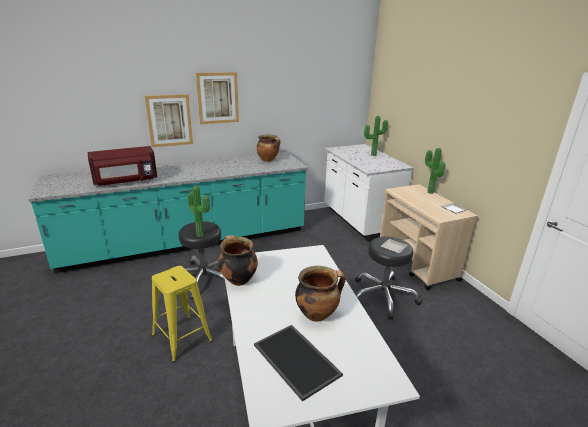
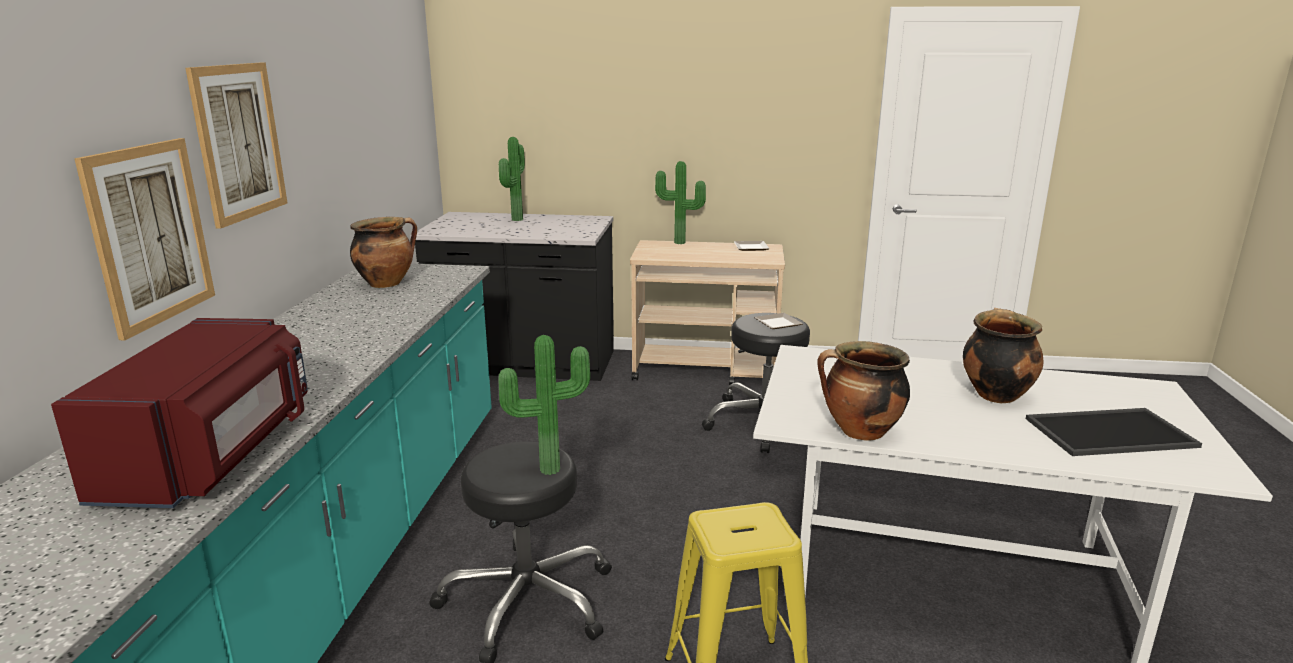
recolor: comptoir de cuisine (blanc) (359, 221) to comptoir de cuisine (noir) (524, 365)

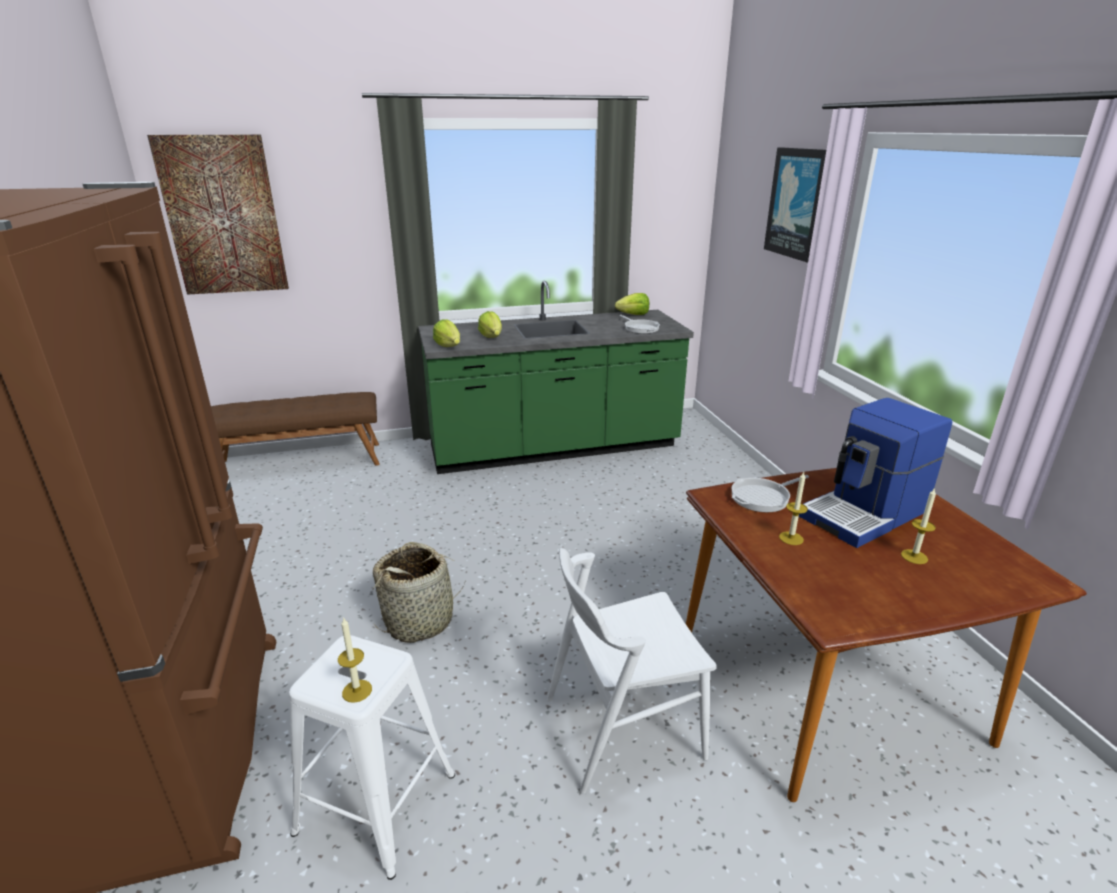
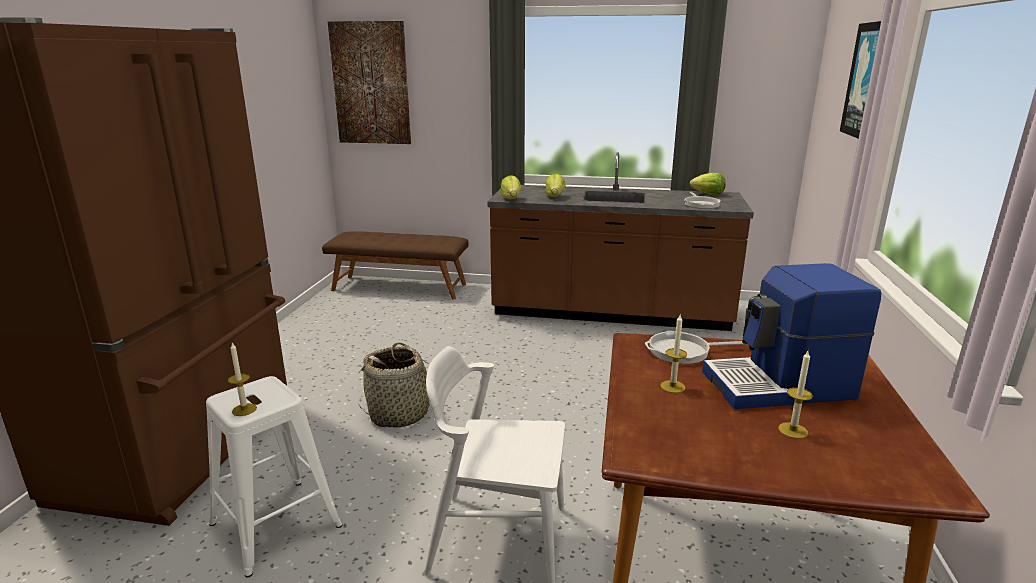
recolor: comptoir de cuisine (vert) (554, 448) to comptoir de cuisine (marron) (610, 313)

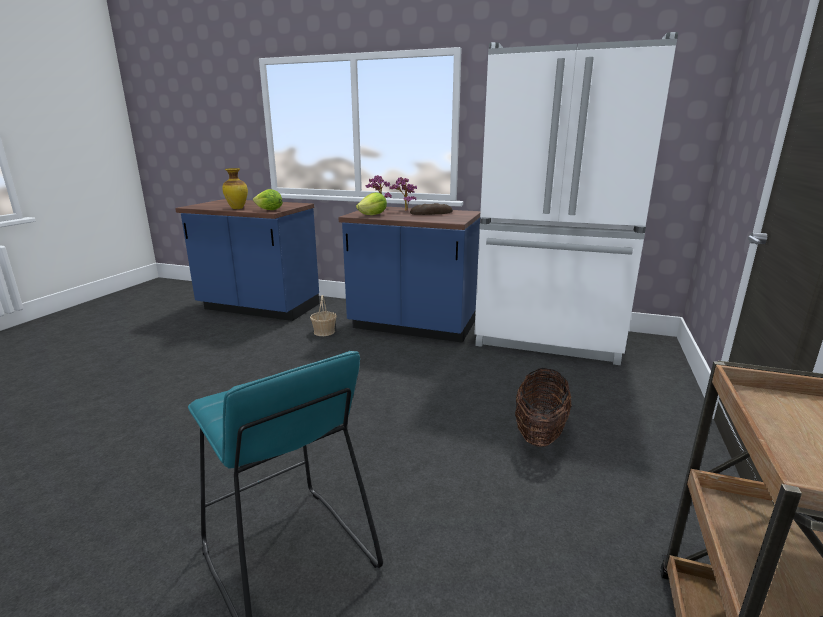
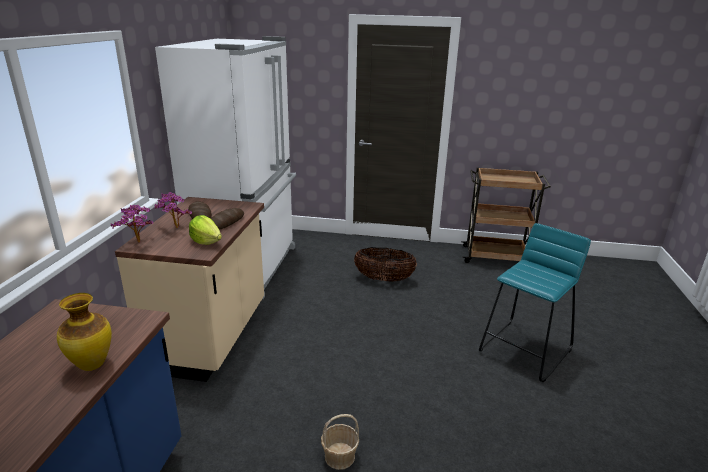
delete: laitue (269, 210)
insert: pain (226, 222)
move: panier (324, 332) to (339, 456)
recolor: comptoir de cuisine (bleu) (412, 327) to comptoir de cuisine (beige) (211, 337)

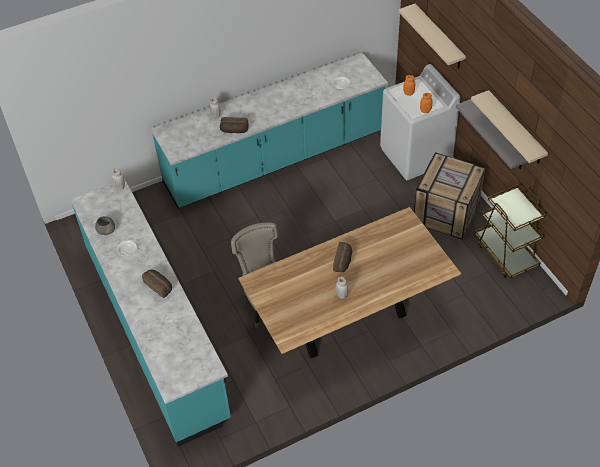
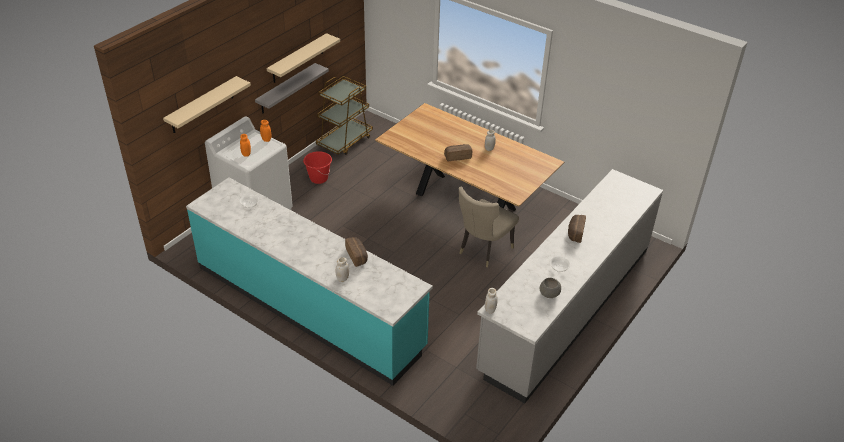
replace: caisse (447, 213) to seau (rouge) (318, 178)
recolor: comptoir de cuisine (turquoise) (156, 330) to comptoir de cuisine (gris) (566, 307)

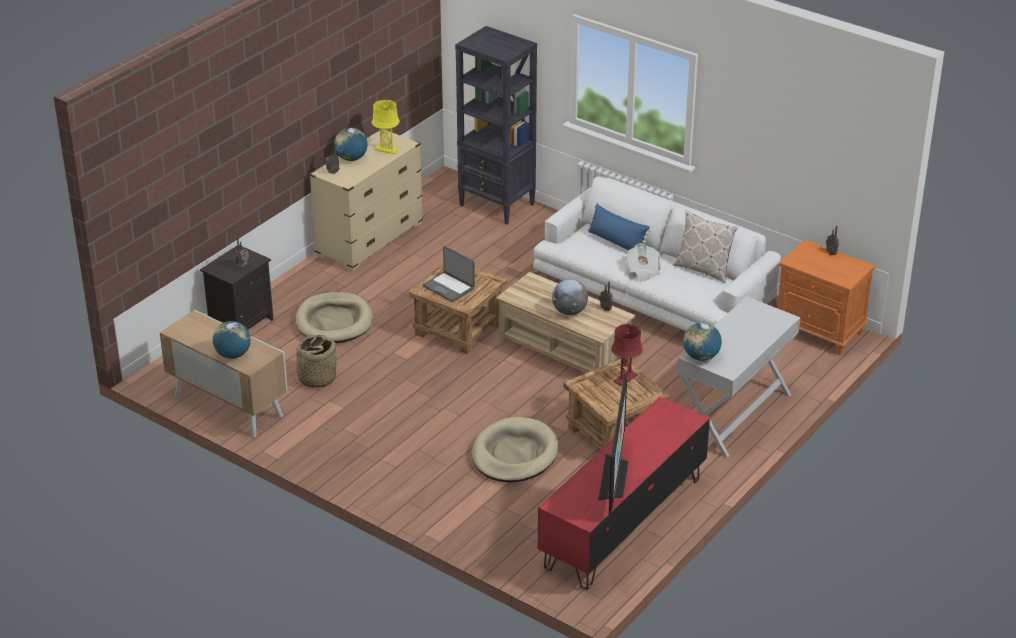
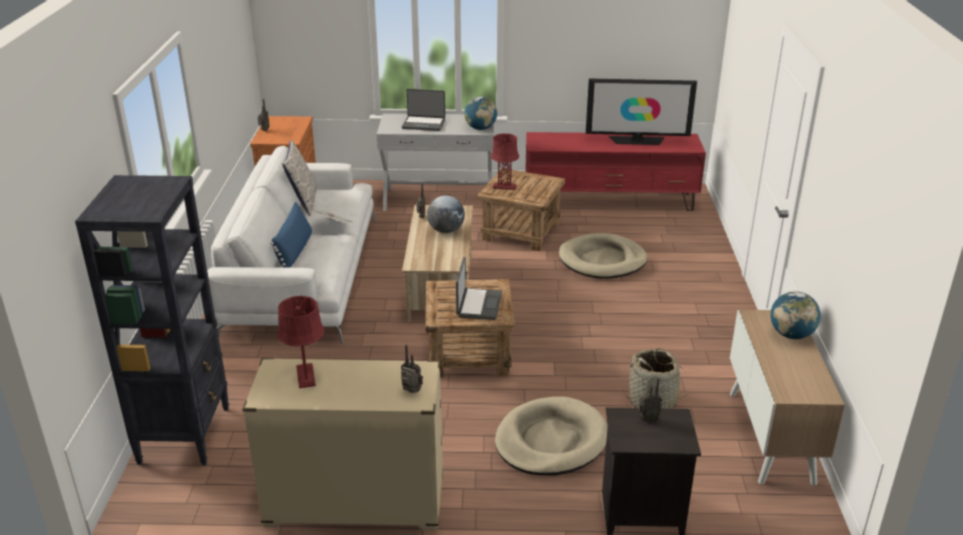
delete: globe (351, 158)
insert: ordinateur portable (424, 124)
recolor: lampe de table (jaune) (387, 150) to lampe de table (rouge) (305, 376)
rotate: téléviseur (613, 478) = (637, 140) 150 degrees counterclockwise

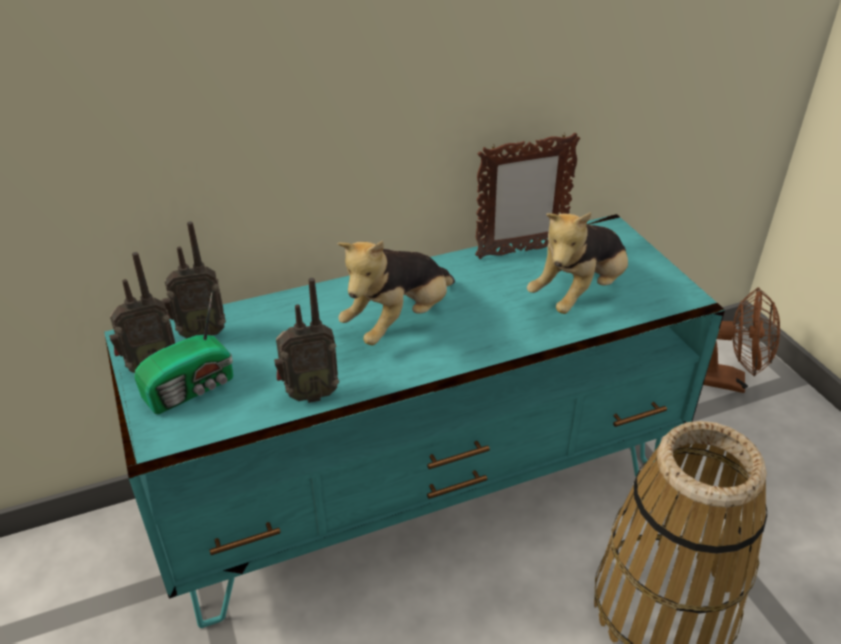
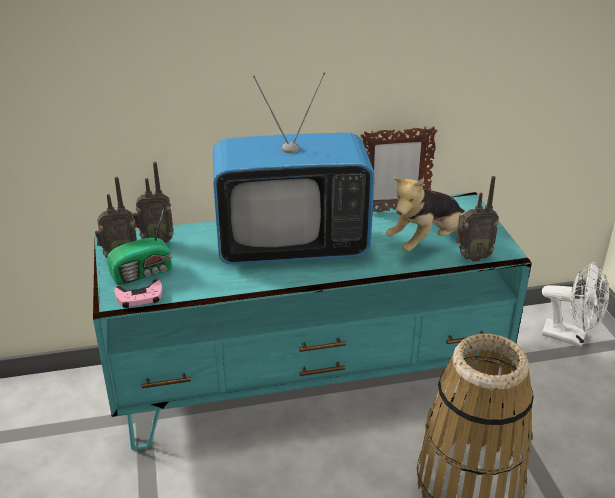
insert: manette (rose) (139, 297)
move: radio (309, 394) to (471, 257)
replace: peluche (399, 321) to téléviseur (292, 247)
recolor: ventilateur (marron) (728, 381) to ventilateur (blanc) (570, 337)

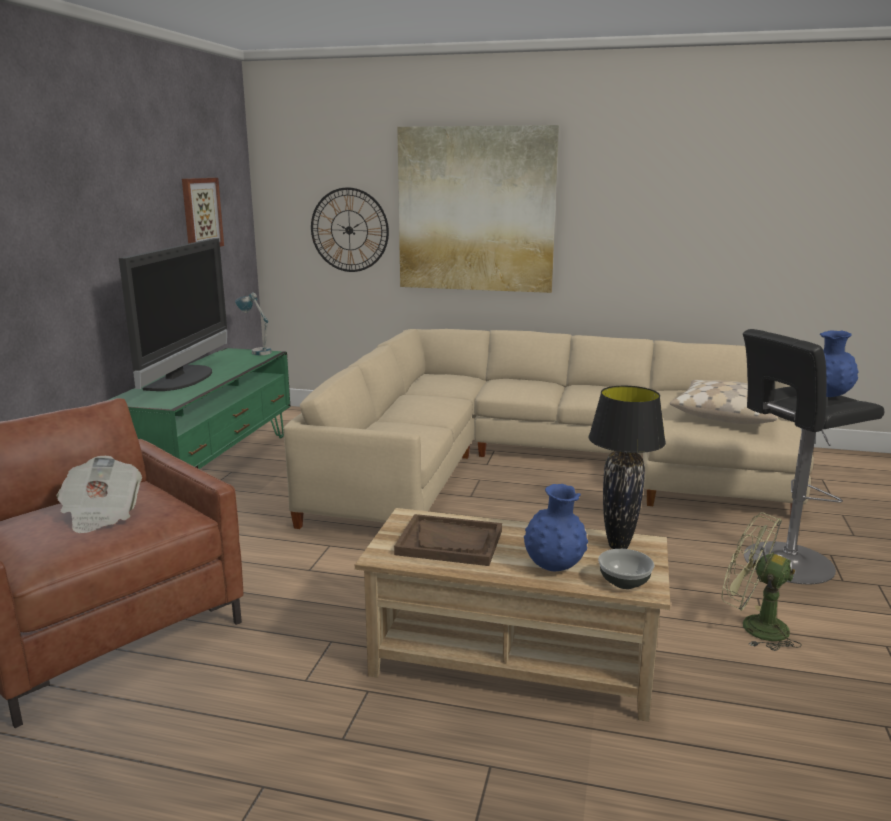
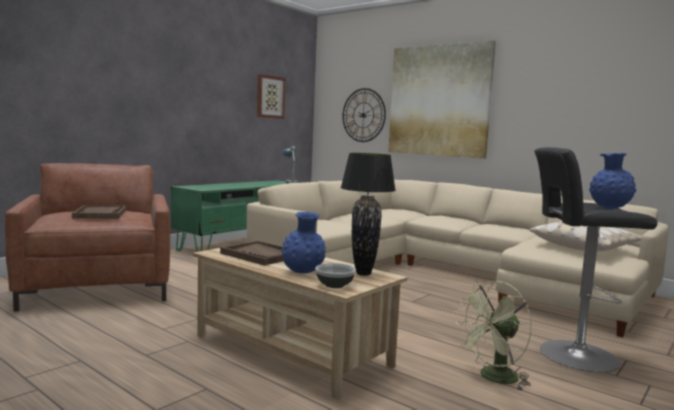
delete: téléviseur (184, 379)
replace: journal (101, 514) to plateau (marron) (100, 214)
rotate: ventilateur (vert) (753, 626) = (493, 379) 90 degrees counterclockwise

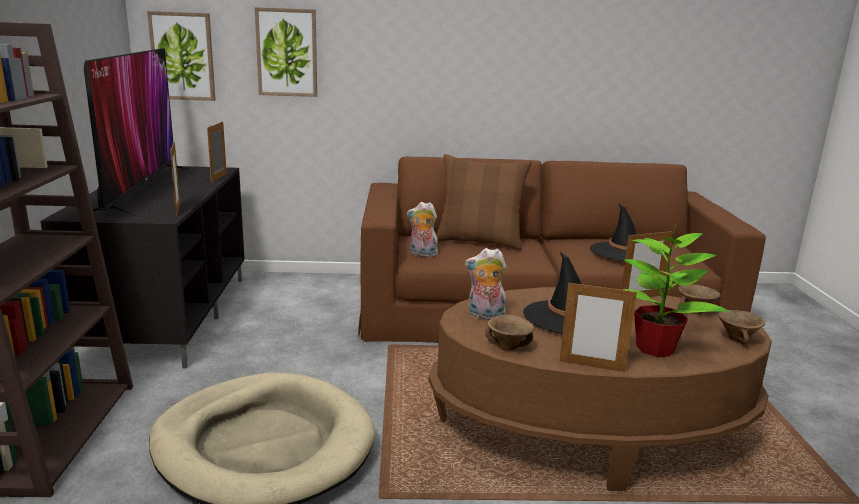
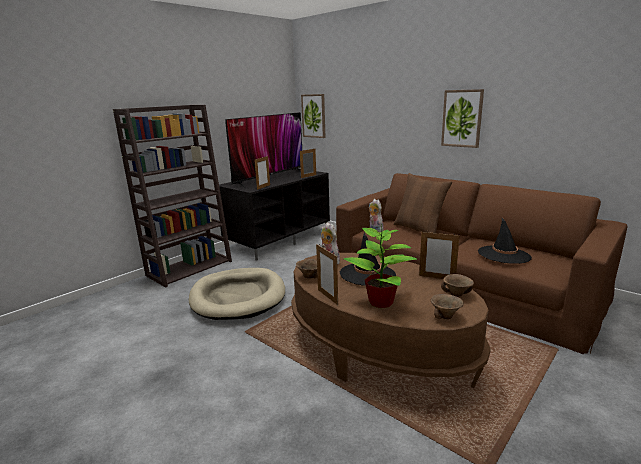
move: tableau (287, 52) to (462, 118)

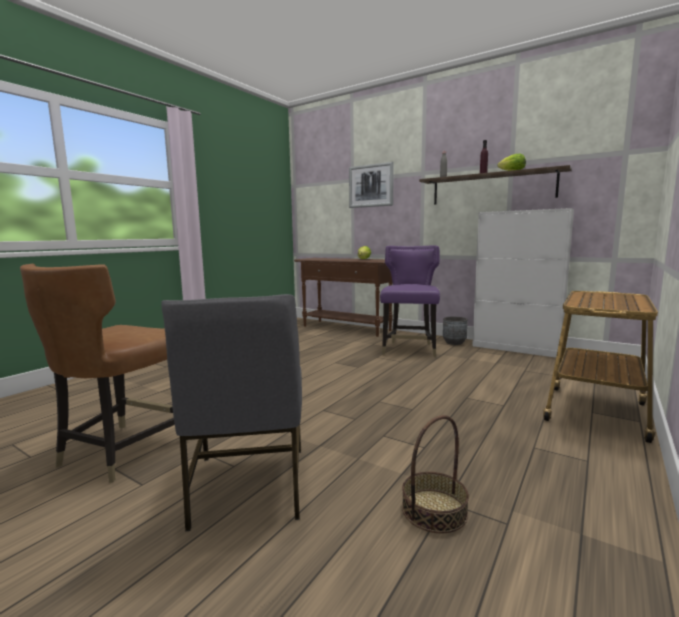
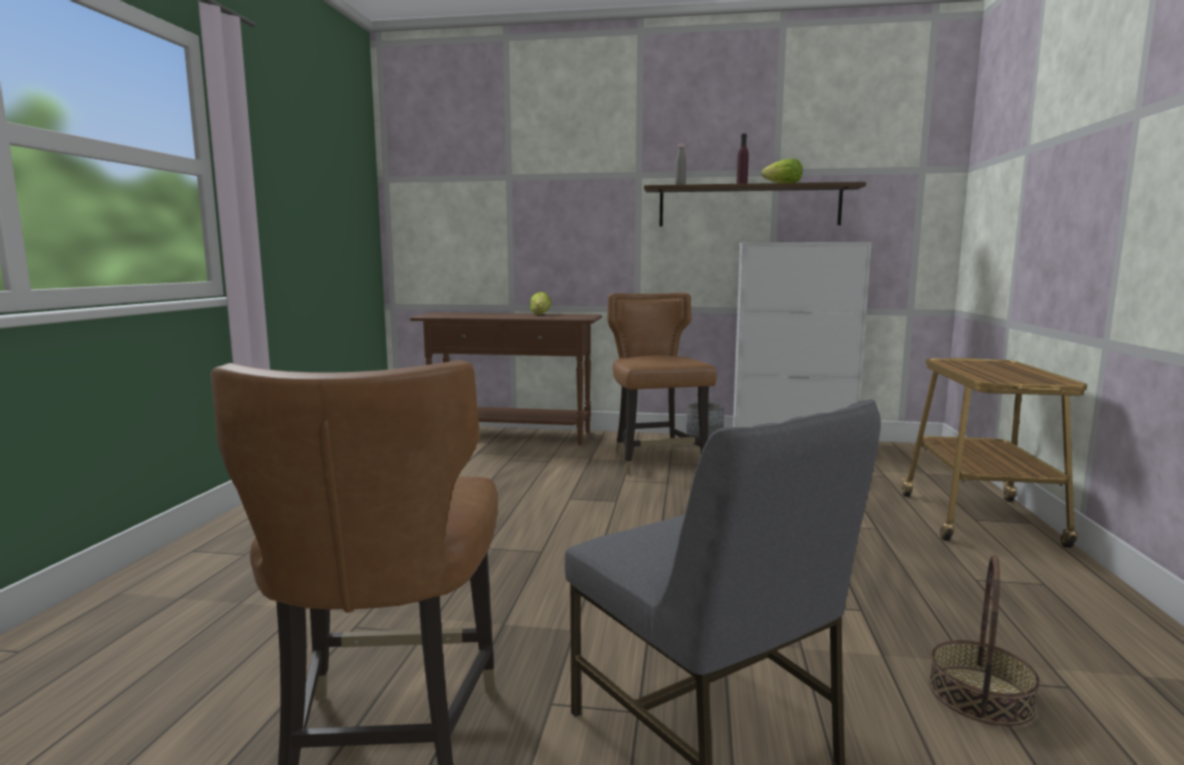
delete: tableau (371, 186)
recolor: chaise (violet) (410, 349) to chaise (marron) (656, 461)

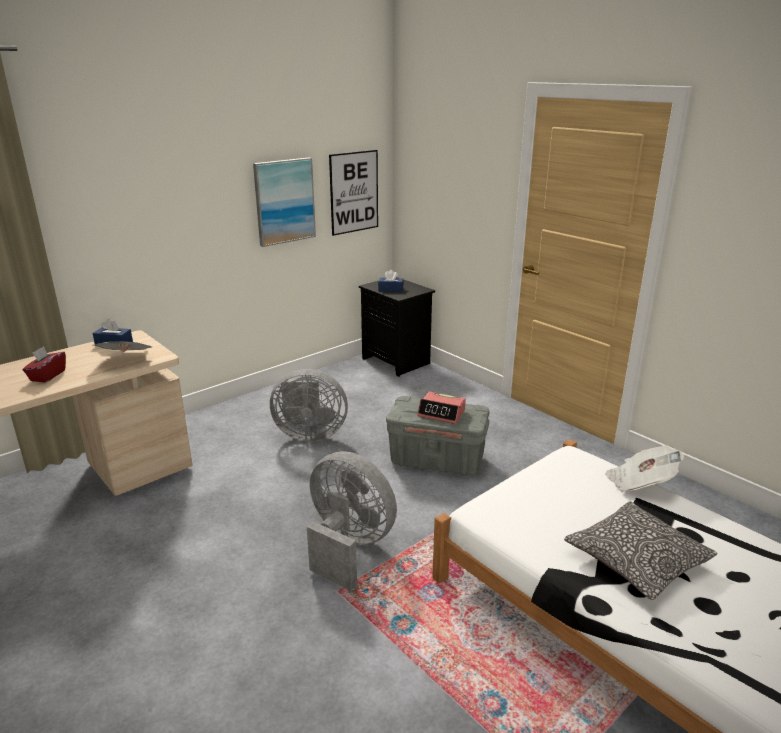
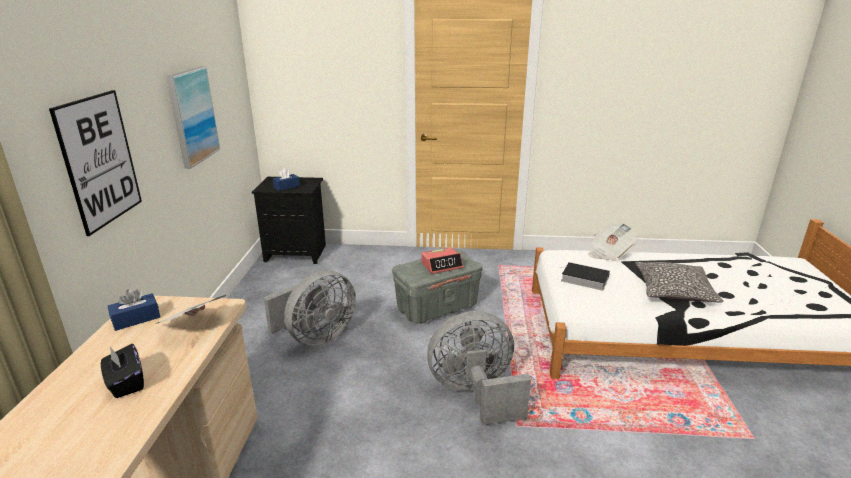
insert: livre (583, 279)
move: tableau (354, 192) to (99, 160)
recolor: boîte à mouchoirs (rouge) (47, 376) to boîte à mouchoirs (noir) (126, 383)

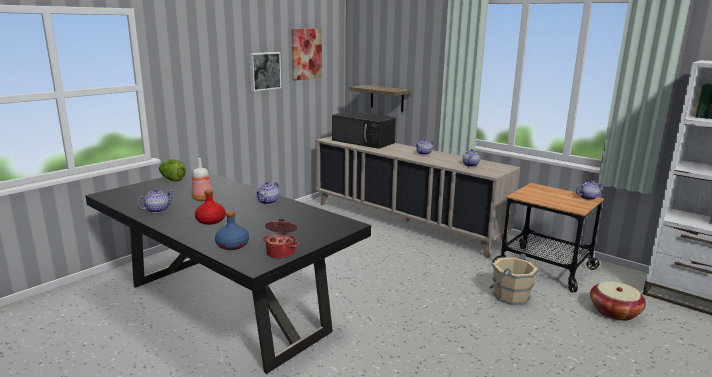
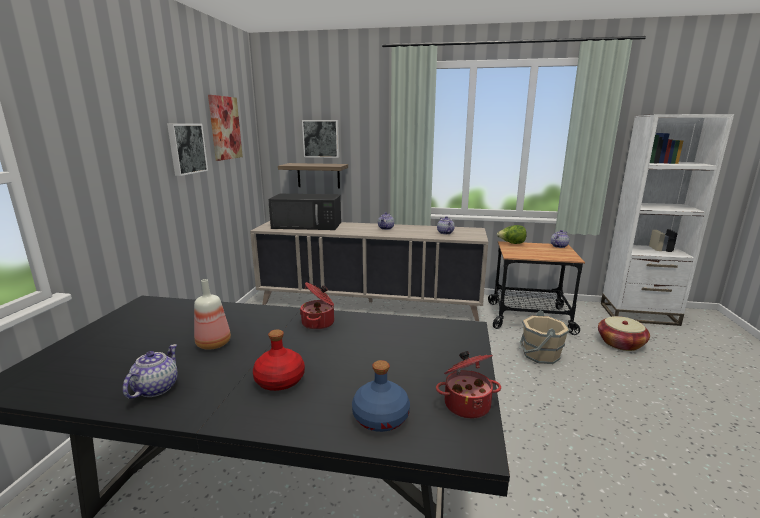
insert: tableau (321, 138)
move: laitue (172, 180) to (511, 243)
replace: théière (268, 202) to marmite (319, 323)

